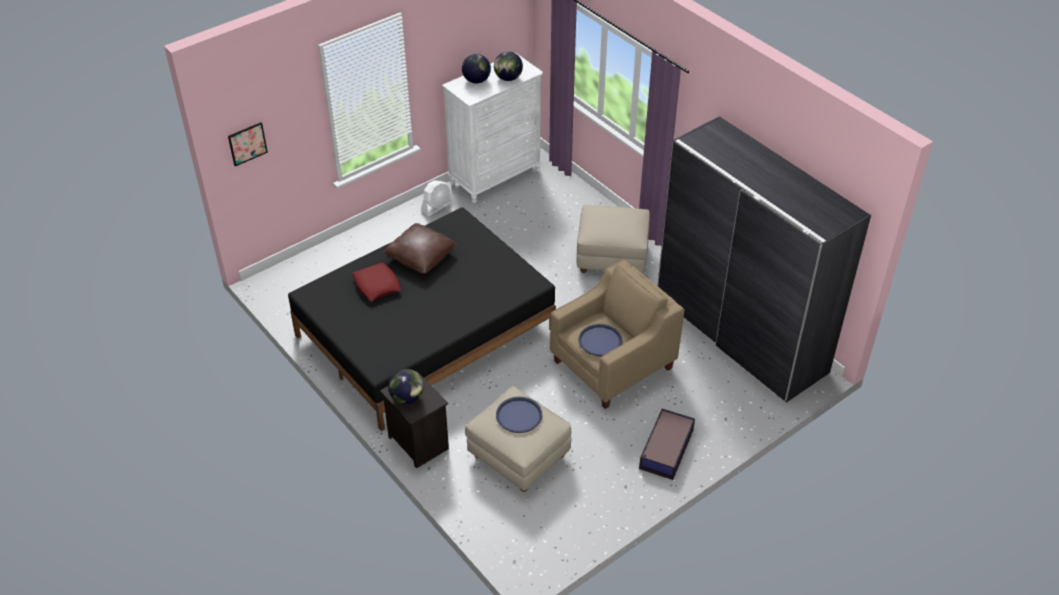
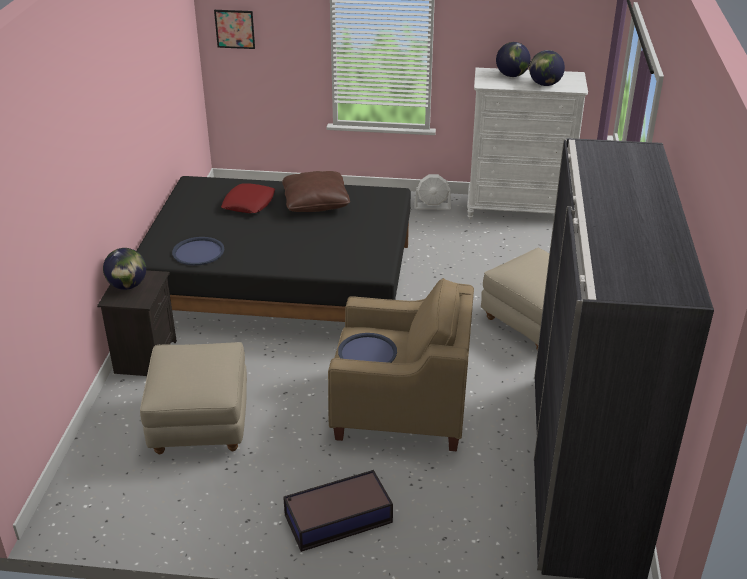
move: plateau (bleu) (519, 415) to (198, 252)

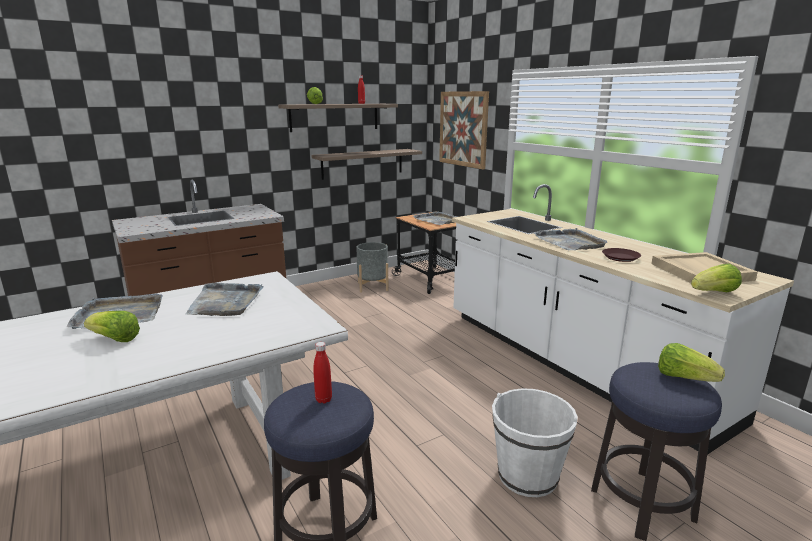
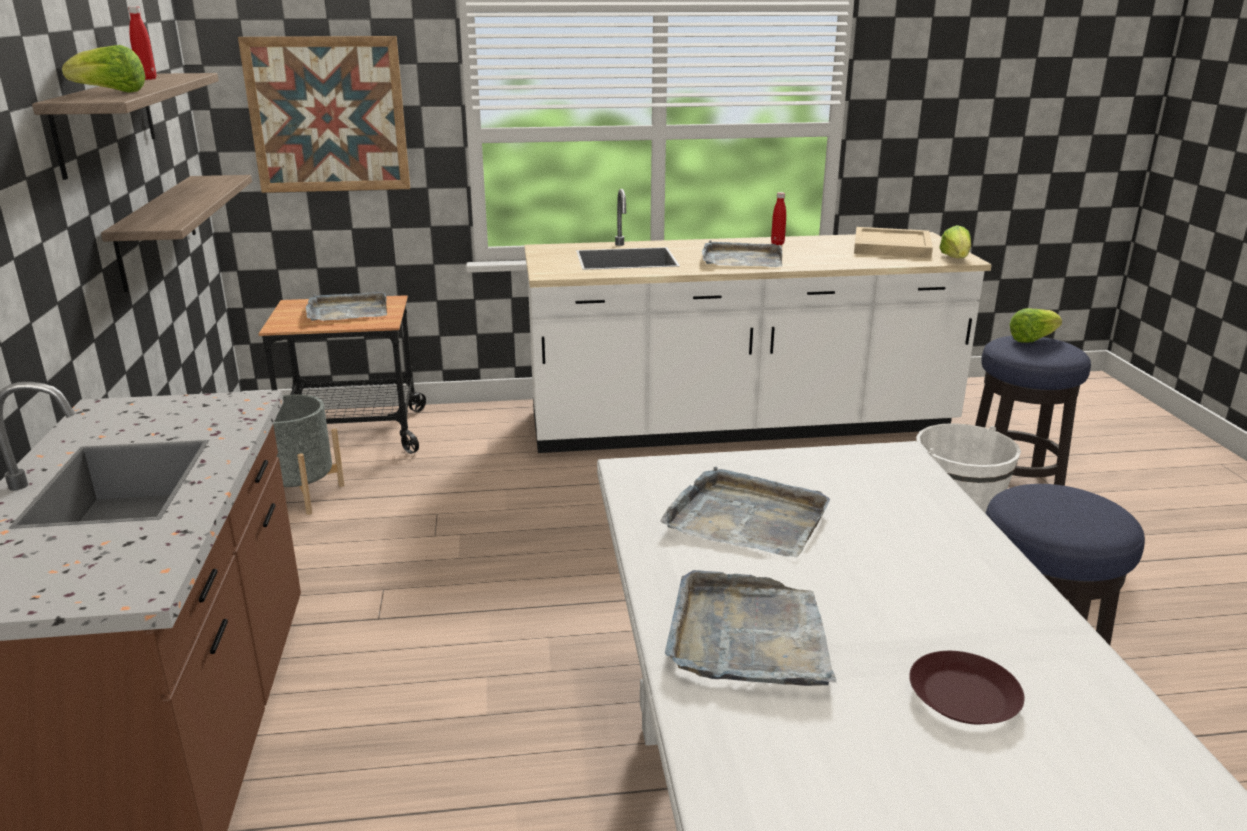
delete: laitue (115, 339)
move: bouteille (rouge) (323, 399) to (777, 243); assiette (marron) (620, 257) to (962, 696)

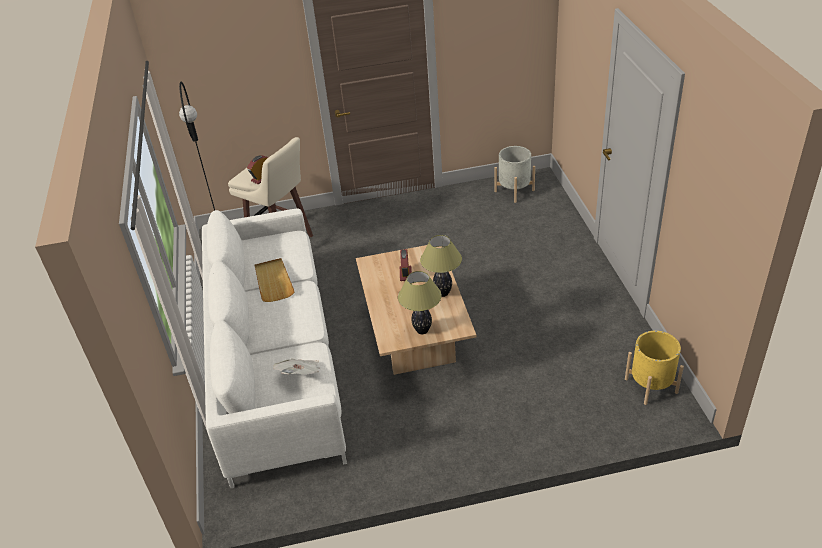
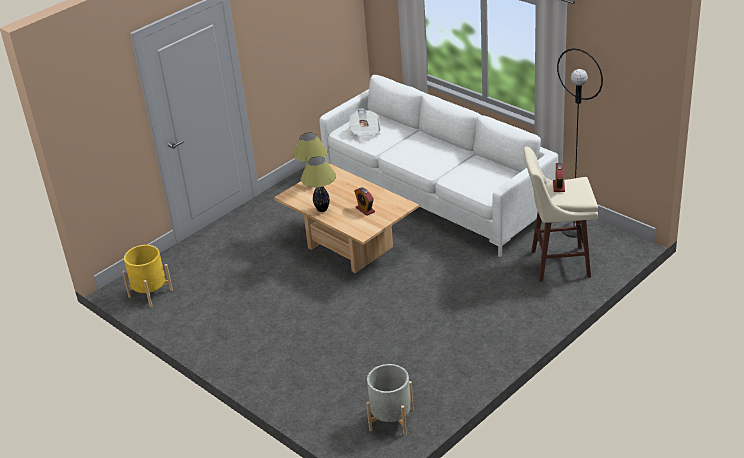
delete: plateau (beige) (273, 281)

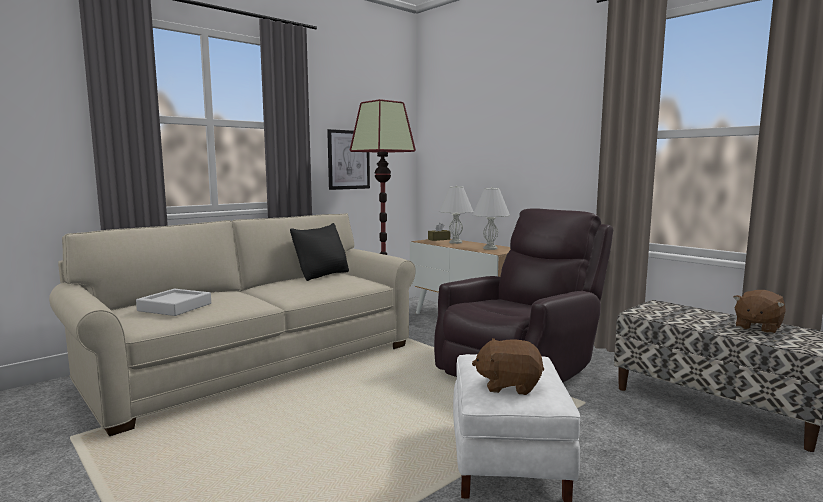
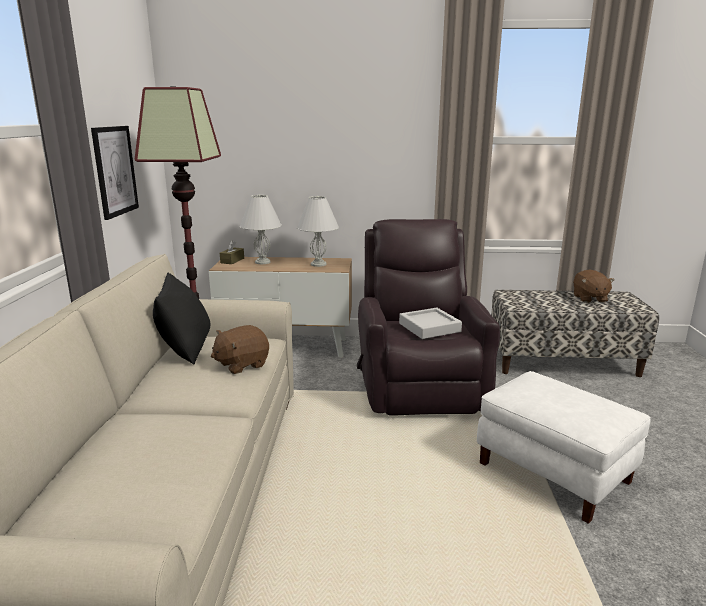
move: plateau (gris) (175, 307) to (429, 327); peluche (marron) (509, 385) to (241, 364)

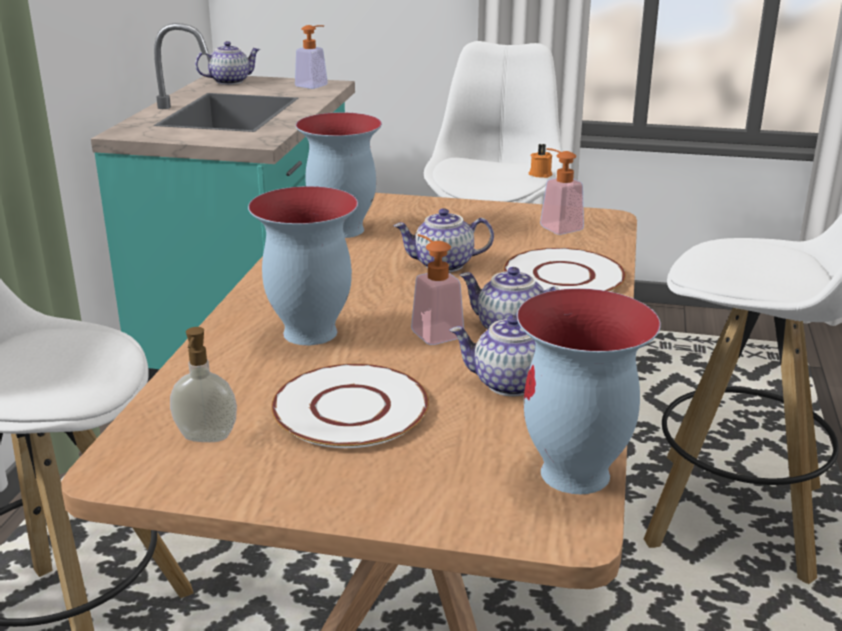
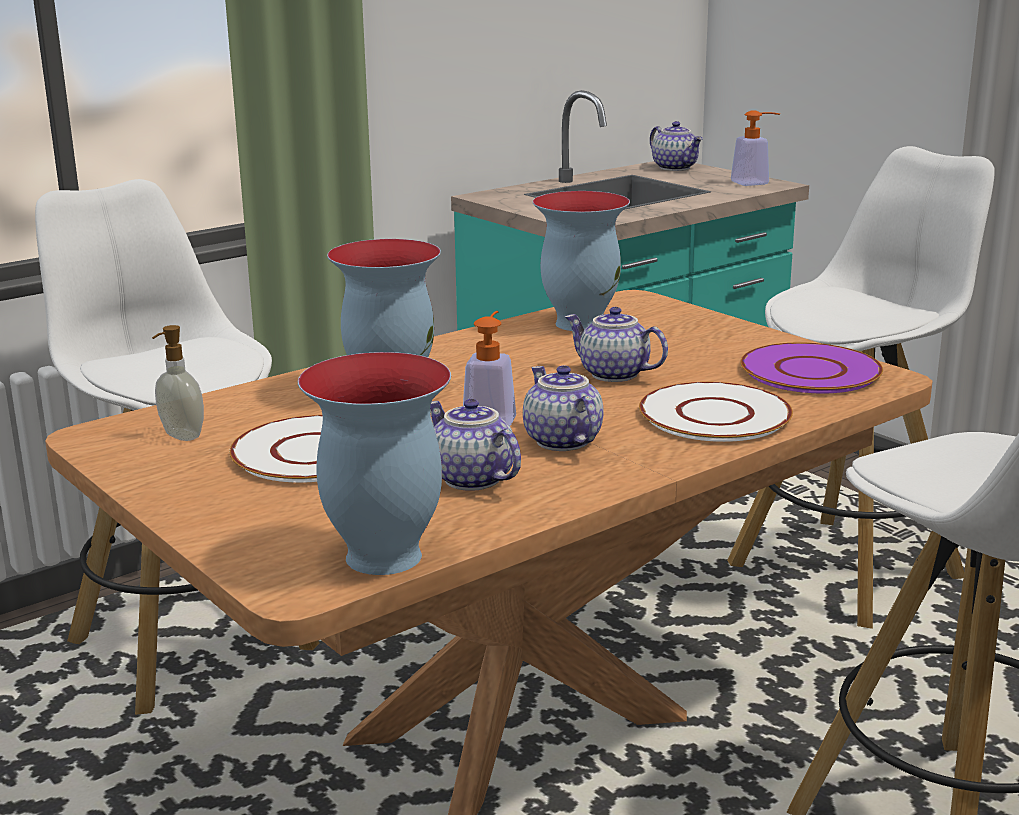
delete: bougie (orange) (540, 174)
replace: distributeur de savon (557, 226) to assiette (violet) (809, 371)
rotate: théière (230, 81) = (676, 168) 45 degrees clockwise

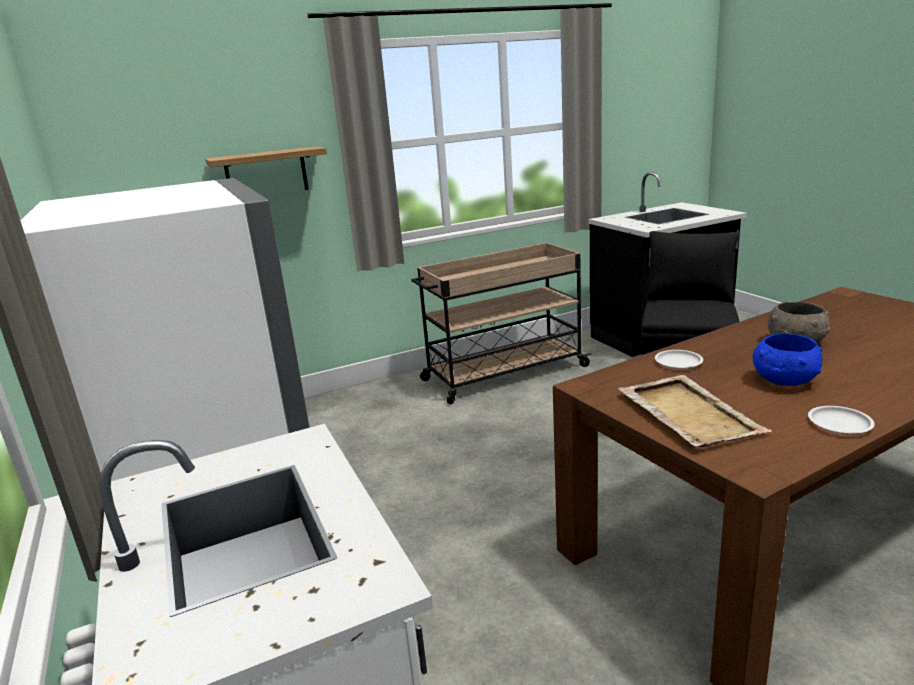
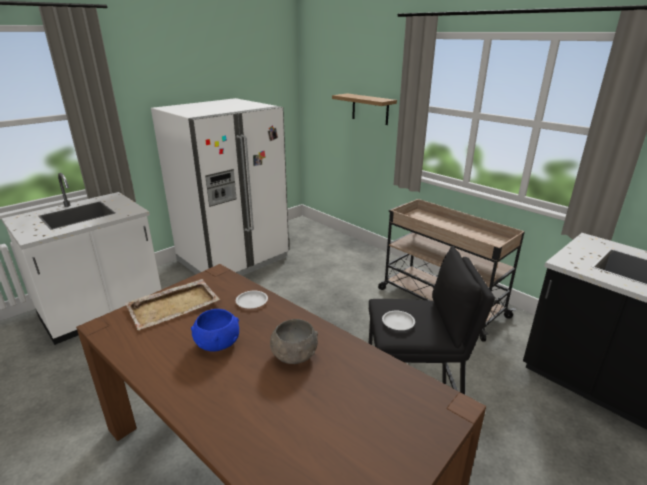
move: assiette (blanc) (840, 423) to (398, 322)

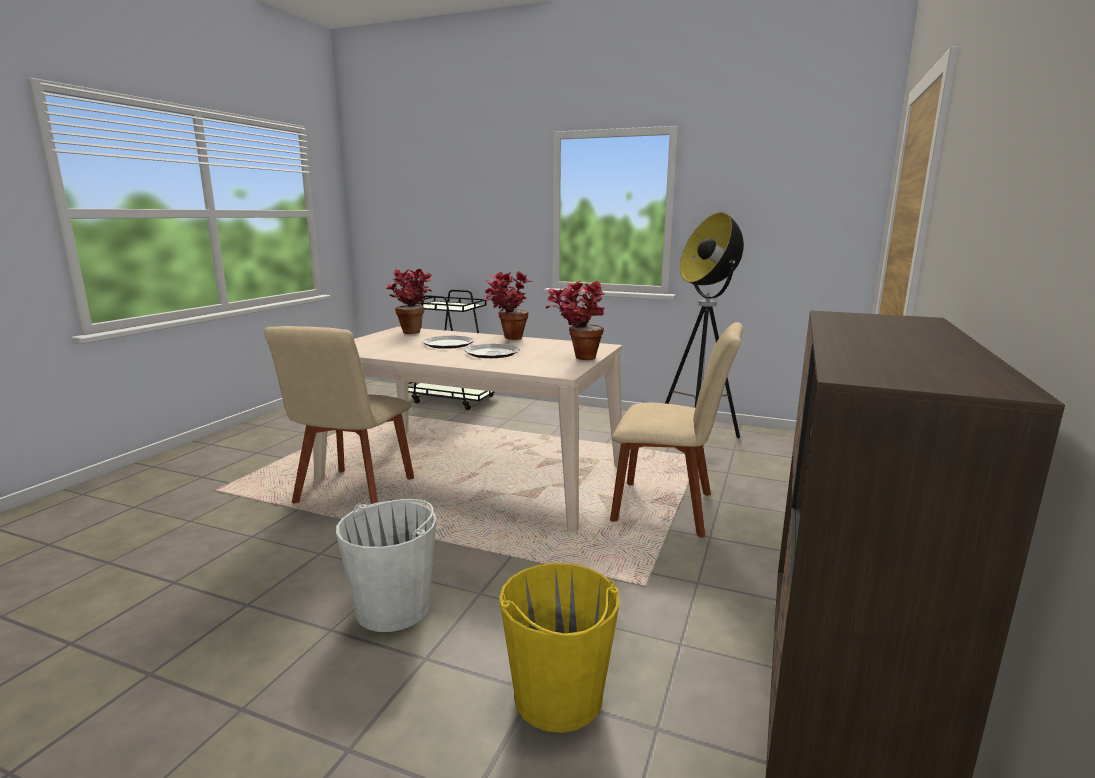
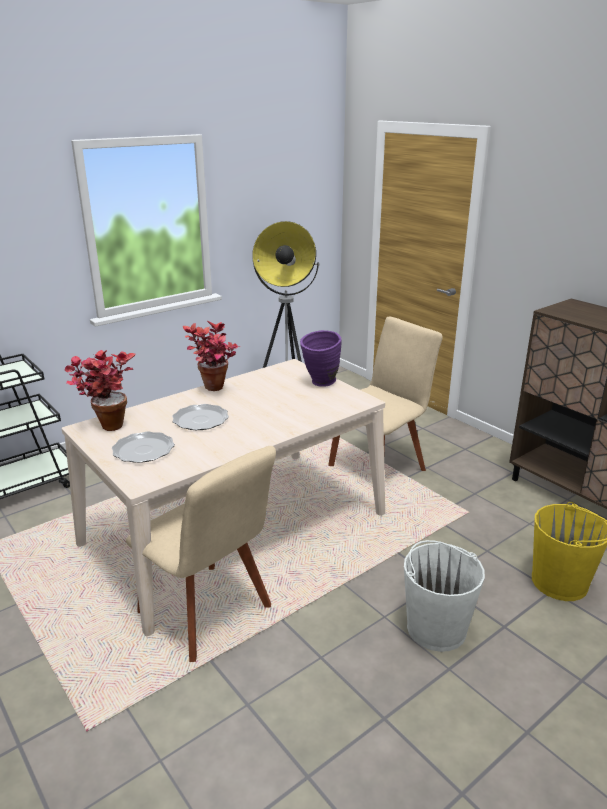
move: assiette (491, 353) to (143, 450)
replace: plante en pot (577, 357) to vase (violet) (320, 384)

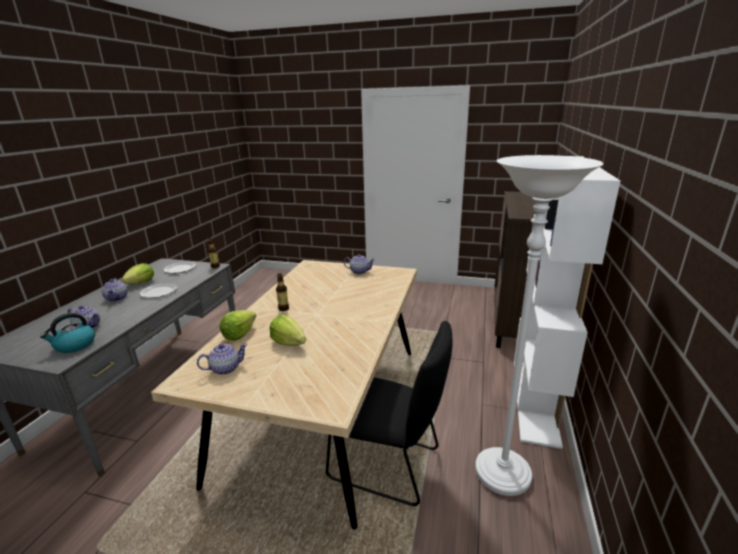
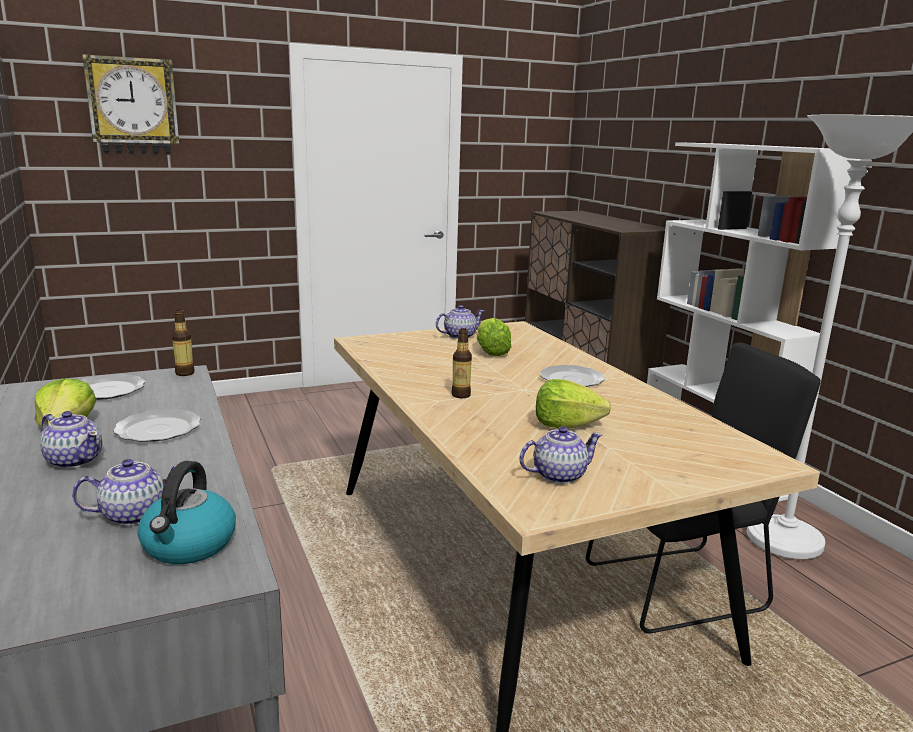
insert: horloge murale (133, 106); assiette (572, 379)
move: laitue (239, 334) to (491, 352)
rotate: théière (225, 368) = (558, 475) 45 degrees clockwise

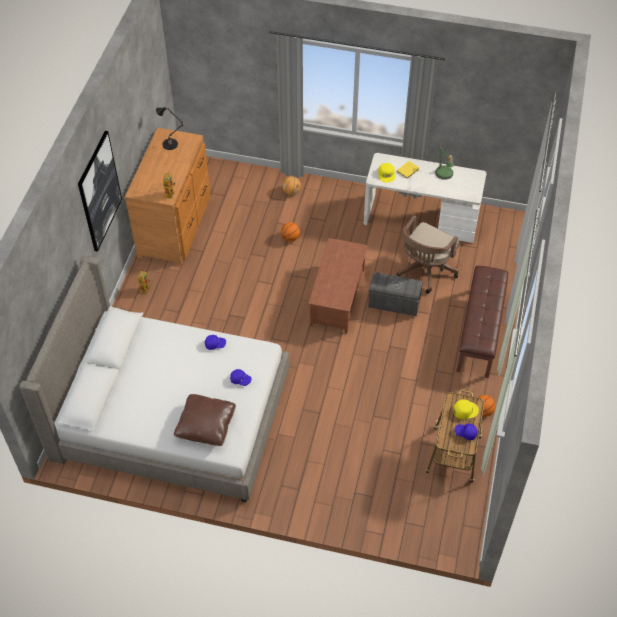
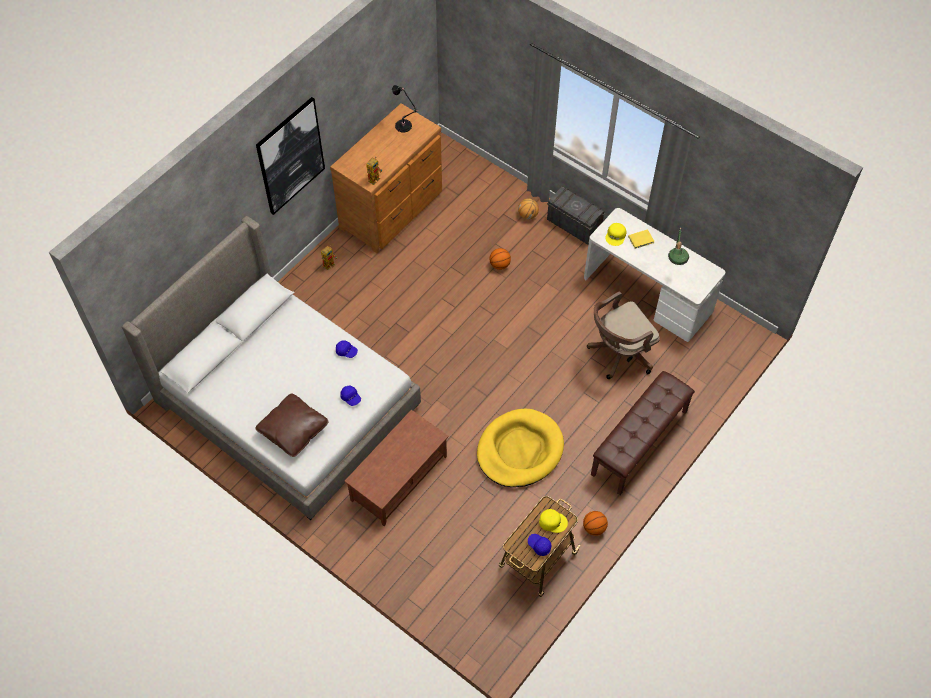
insert: panier pour chien (jaune) (519, 450)
move: table basse (marron) (337, 297) to (398, 478); boîte de rangement (gris) (394, 303) to (573, 225)

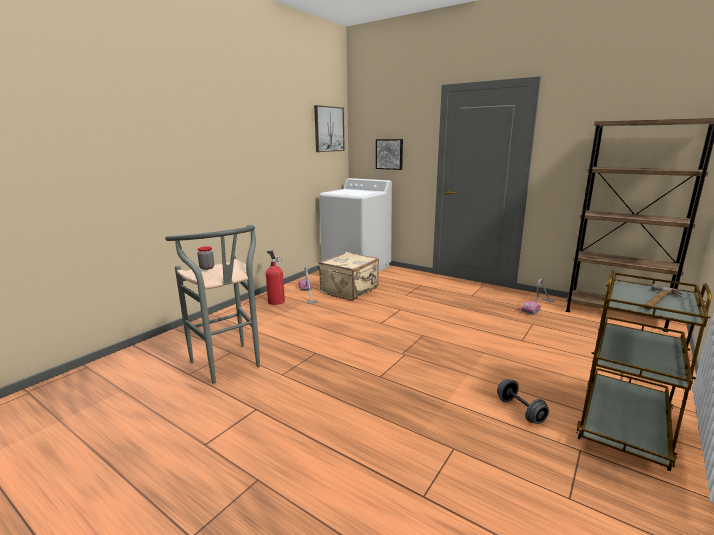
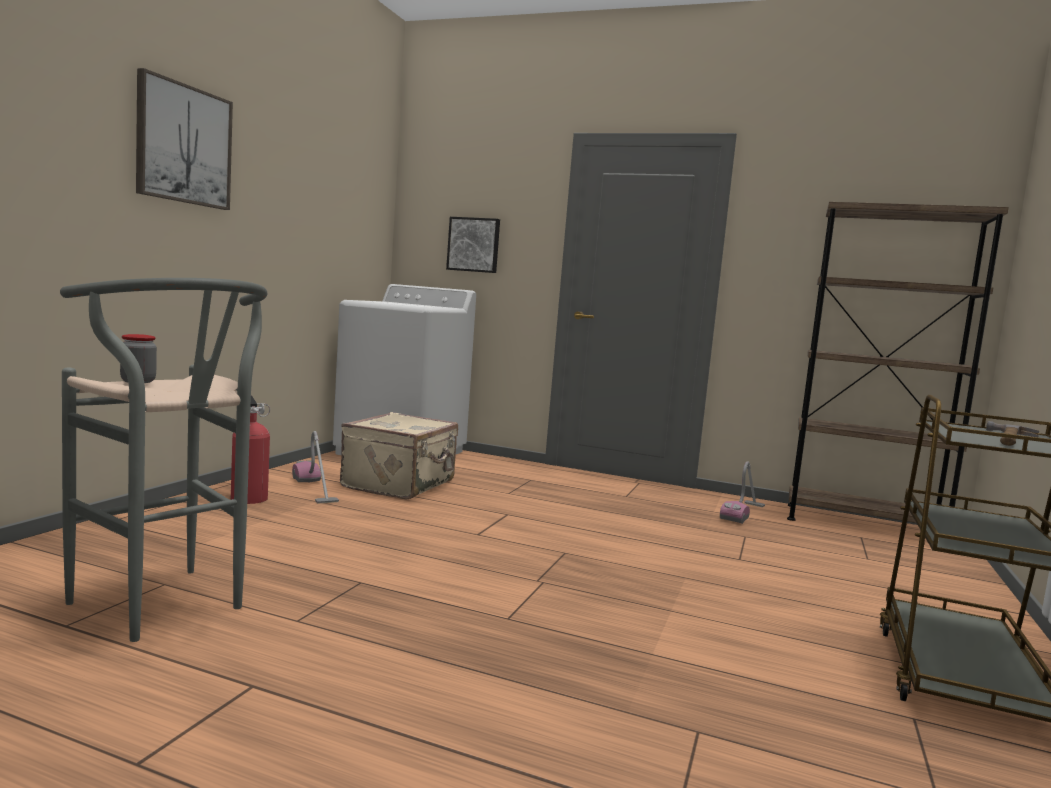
delete: haltère (gris) (520, 411)
move: tableau (329, 129) to (184, 144)

